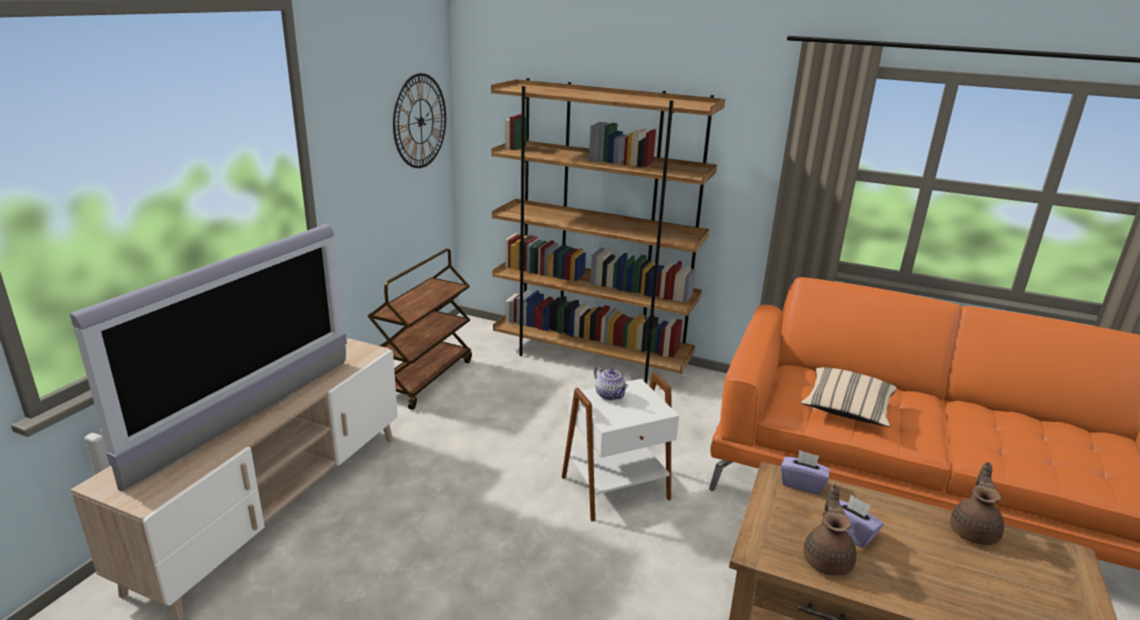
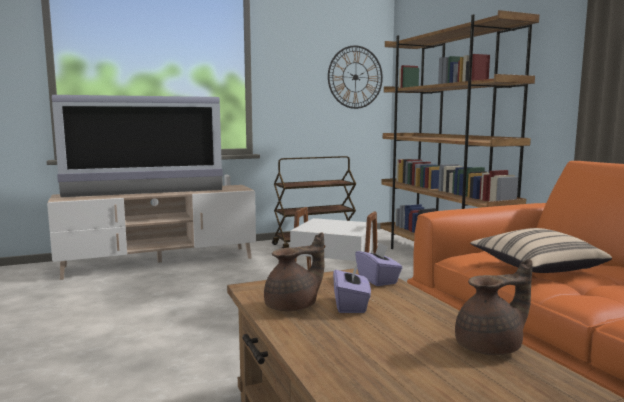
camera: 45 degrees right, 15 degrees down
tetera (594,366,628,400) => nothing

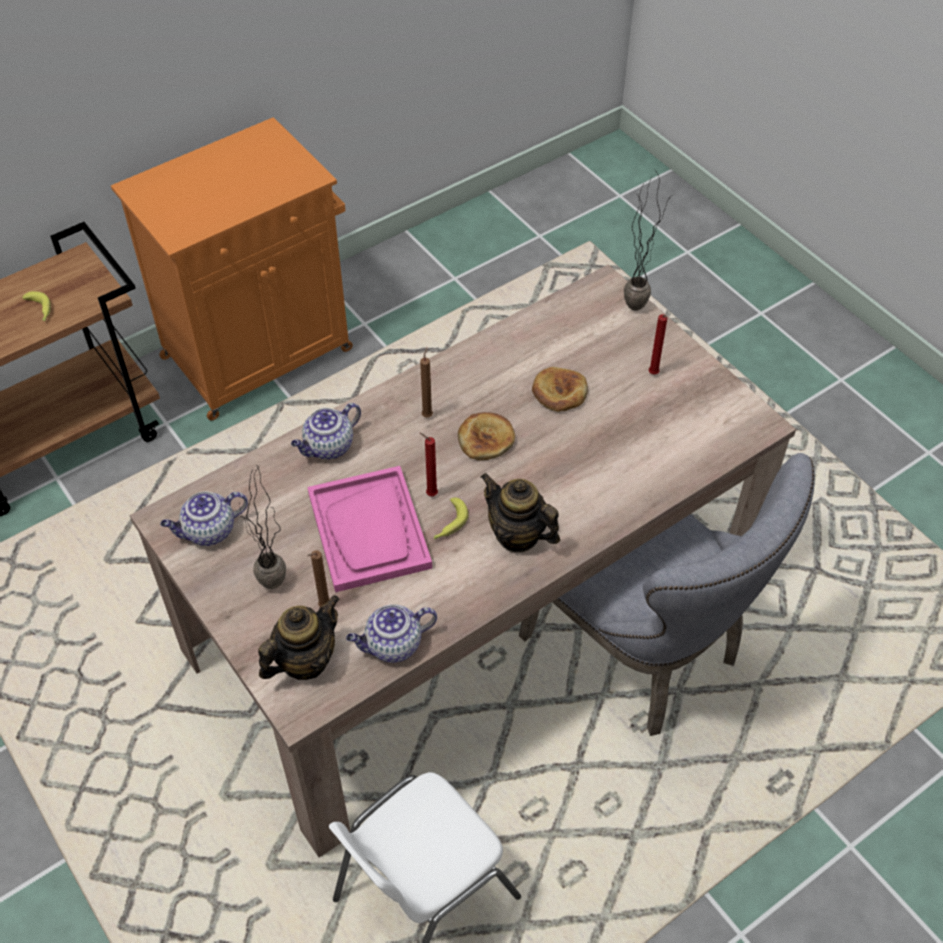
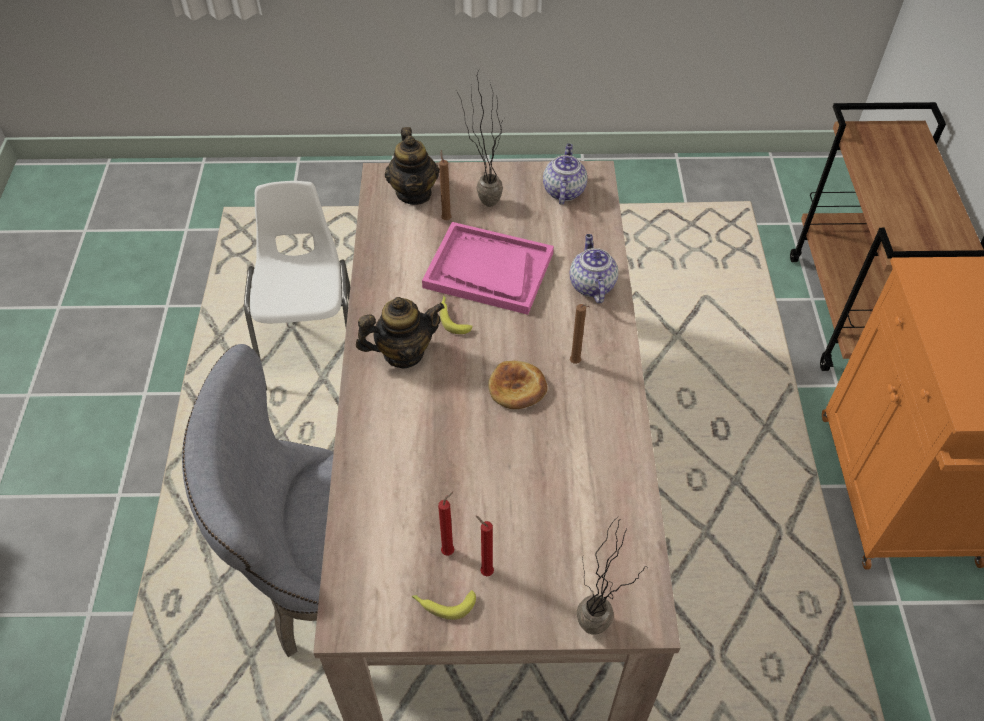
camera: 125 degrees right, 0 degrees up
plátano (22,291,51,321) => plátano (412,590,476,620), move
pan (532,367,588,412) => nothing
vela/rojo (419,432,438,496) => vela/rojo (438,492,454,556), move
tetera (346,604,437,663) => nothing

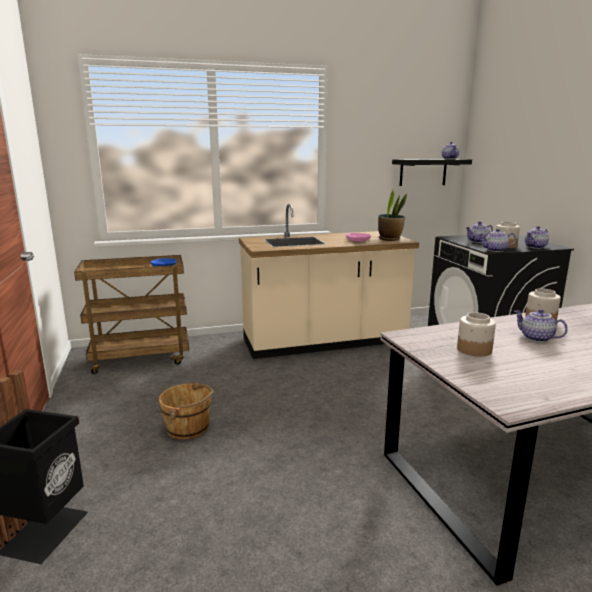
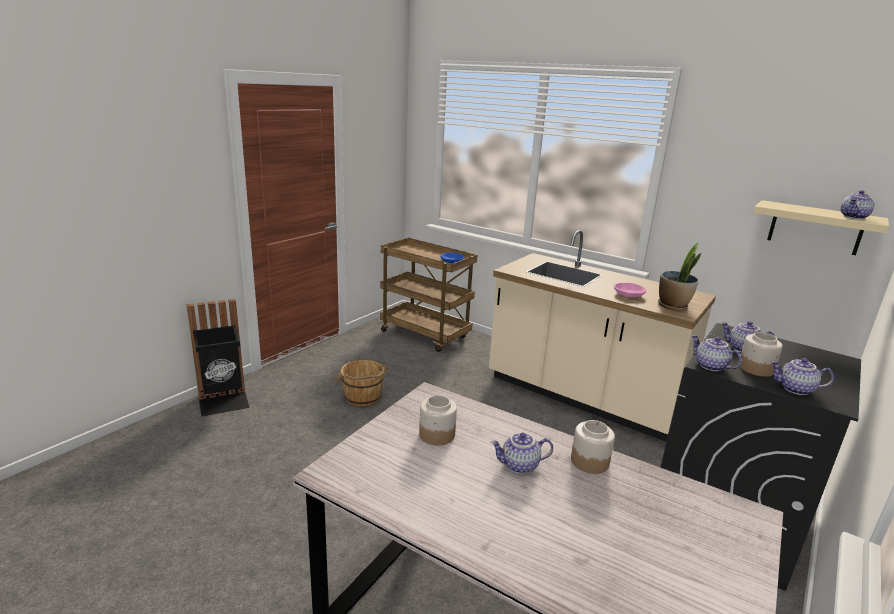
camera: 50 degrees right, 5 degrees up
estante/negro (392,159,472,186) => estante/beis (753,200,889,255)
tetera (514,309,568,342) => tetera (491,432,553,474), 105 degrees counterclockwise

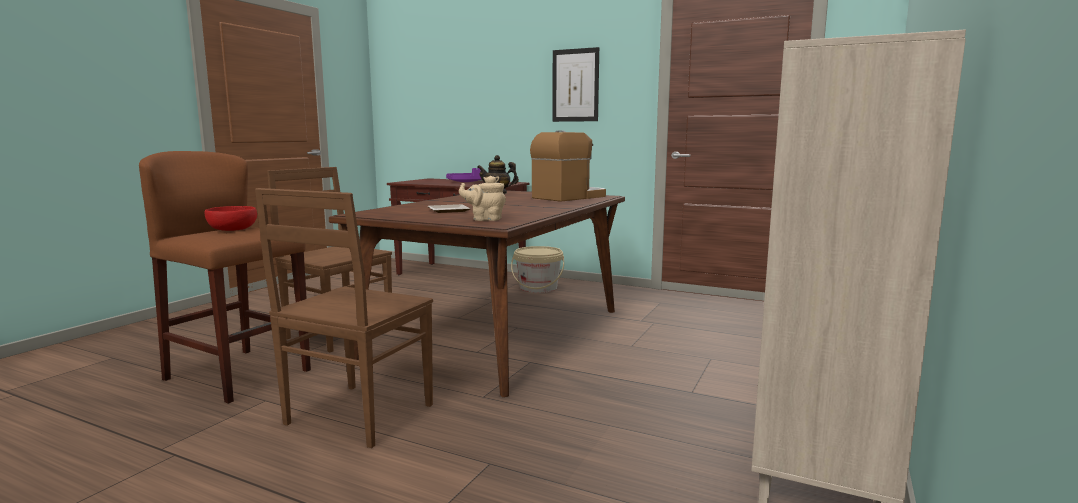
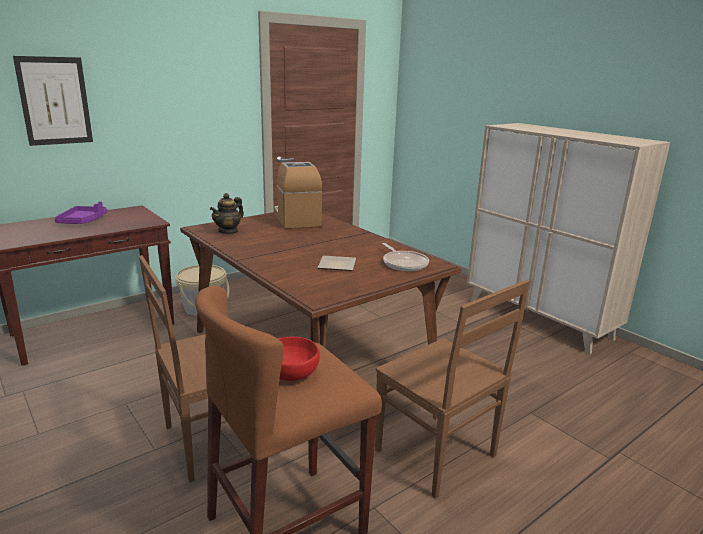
camera: 65 degrees left, 10 degrees up
cuadro (552,47,599,122) => cuadro (13,56,93,146), move
tetera/beis (459,176,506,221) => sartén (382,243,429,271)

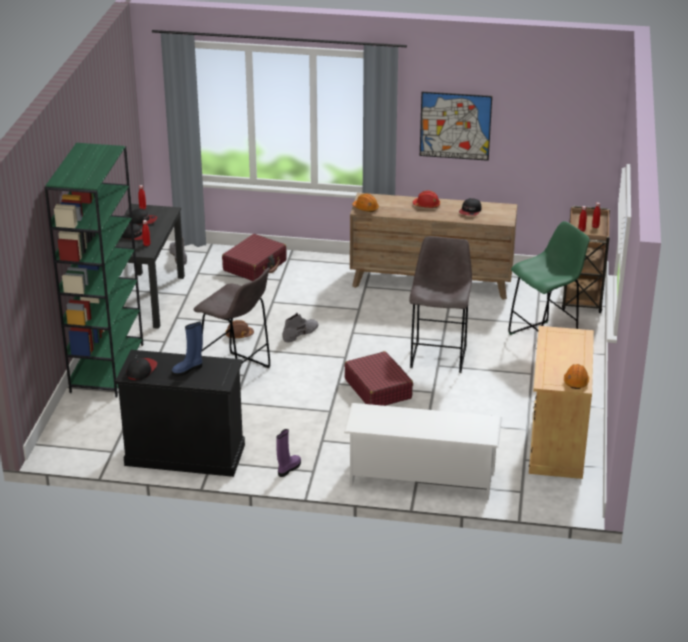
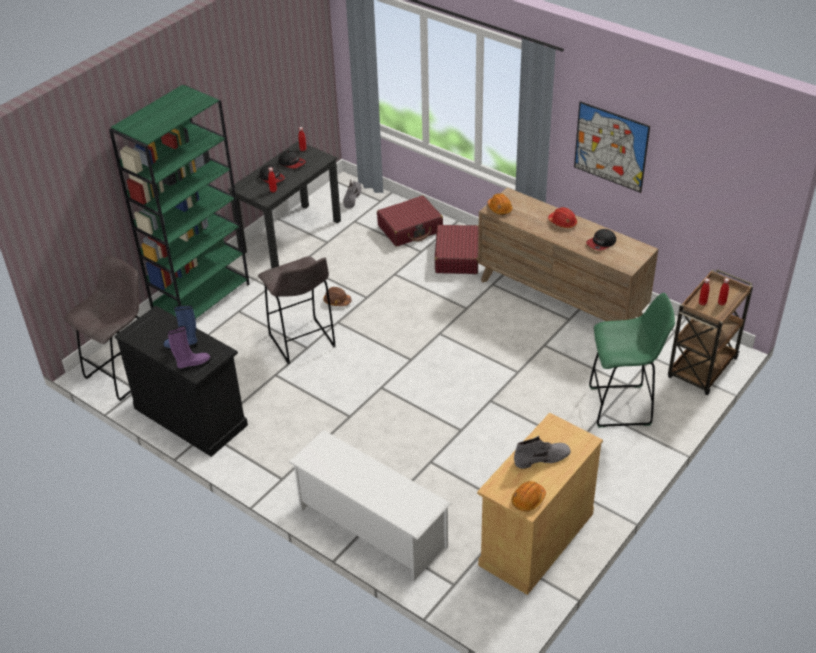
camera: 30 degrees right, 10 degrees up
taburete/gris (409,236,472,373) => taburete/gris (64,255,139,401), move
bota/gris (282,312,319,342) => bota/gris (514,436,571,469), move
maleta/rojo (344,351,413,406) => maleta/rojo (435,225,479,274), move
gorra (127,358,157,380) => nothing
bota/morado (276,429,301,477) => bota/morado (168,326,211,372), move

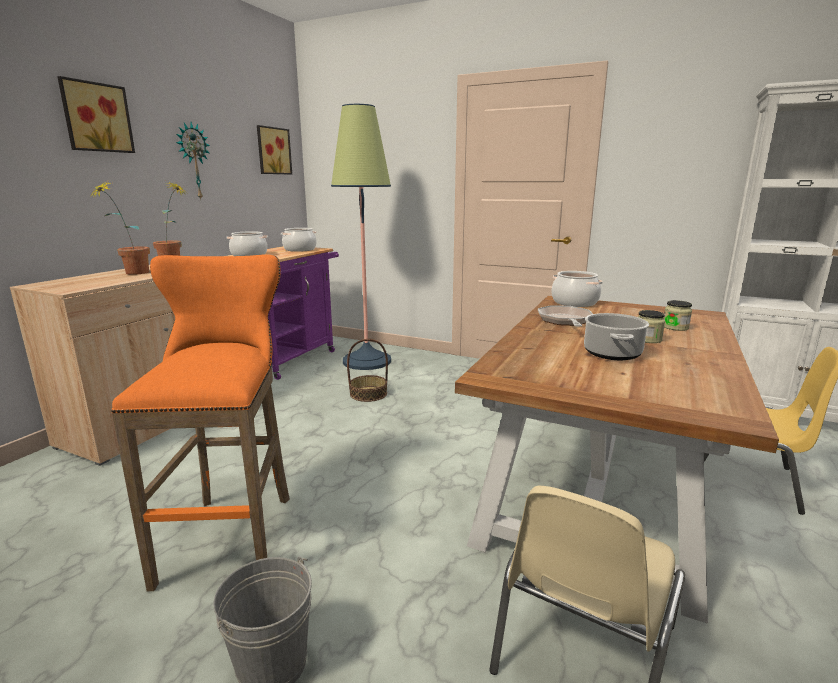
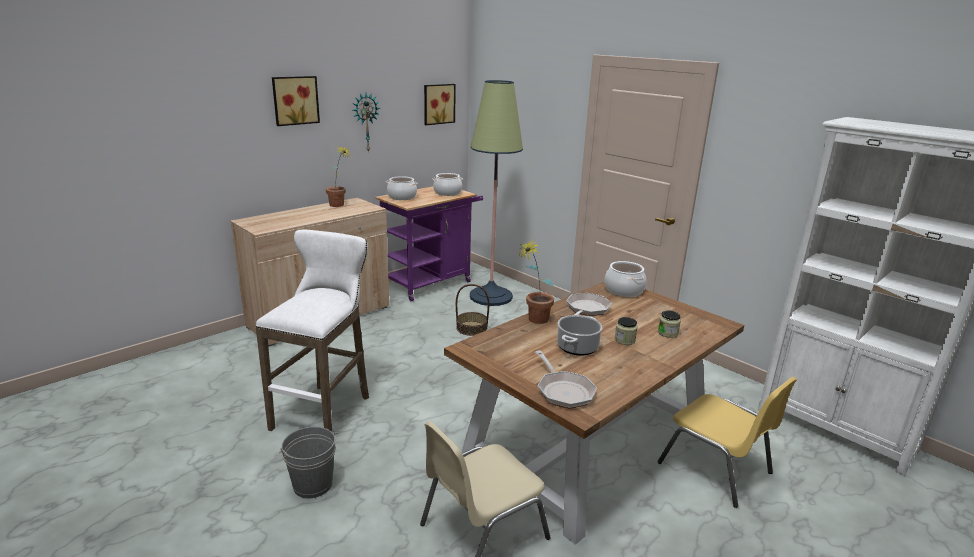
camera: 20 degrees right, 5 degrees up
planta en maceta (89,181,150,275) => planta en maceta (518,240,554,324), move
taburete/naranja (111,254,290,591) => taburete/blanco (256,230,369,432)
nothing => sartén (535,351,597,409)

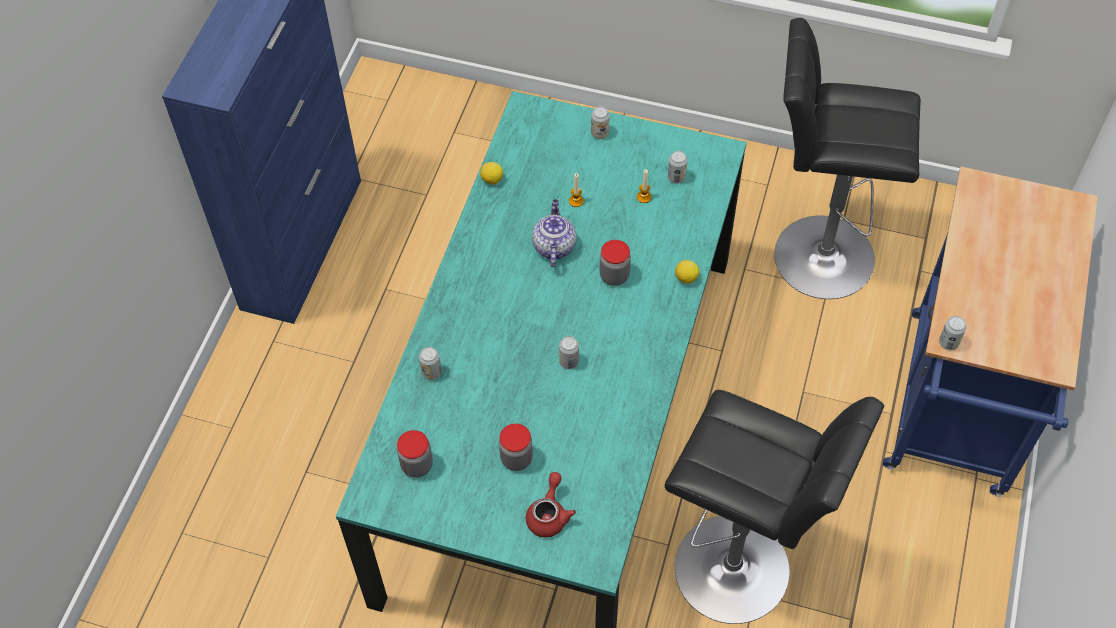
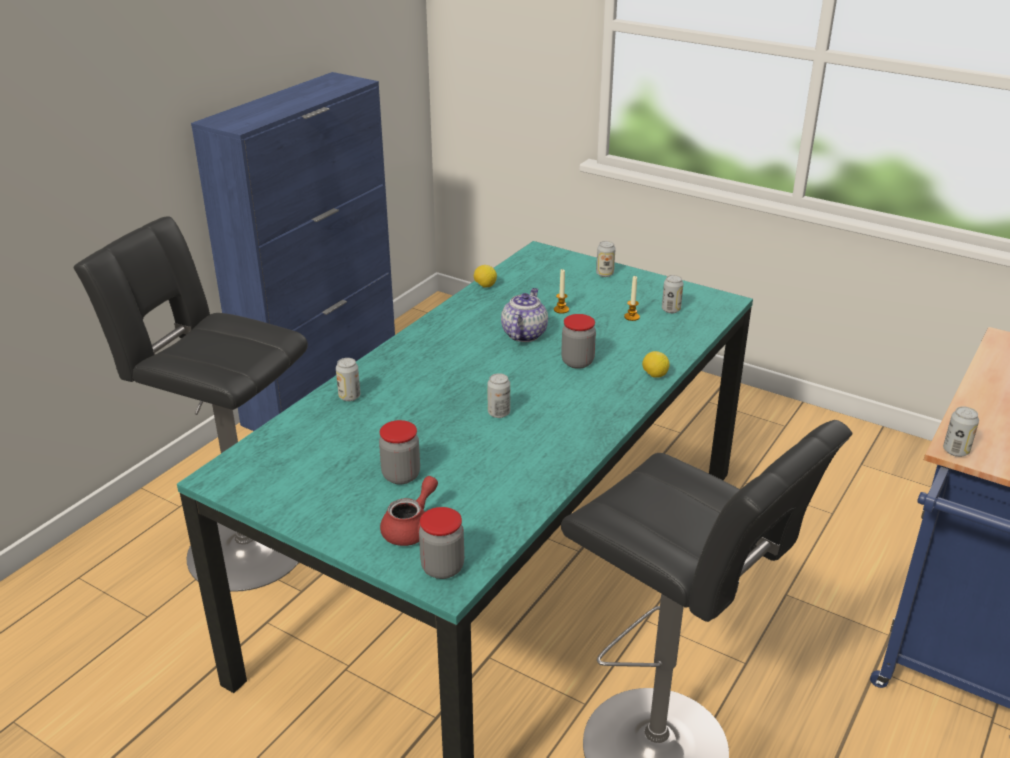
camera: 15 degrees right, 25 degrees down
taburete/negro (774,18,921,299) => taburete/negro (73,216,308,592), move
tarro (397,430,433,478) => tarro (419,507,464,579), move

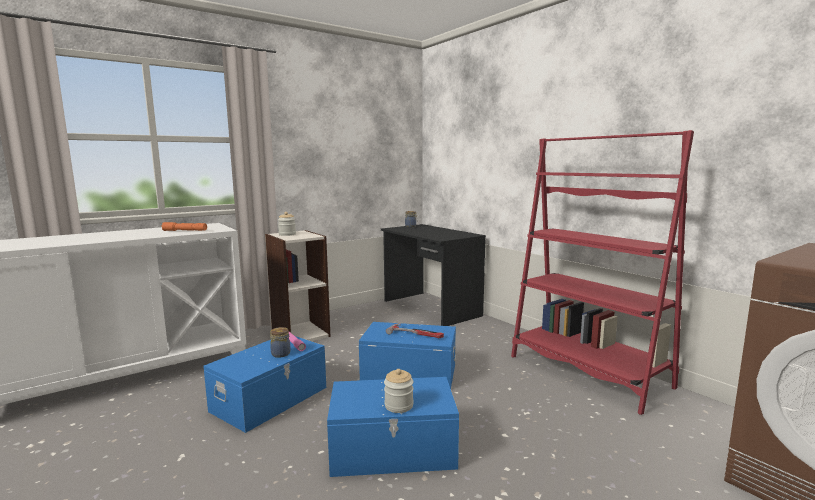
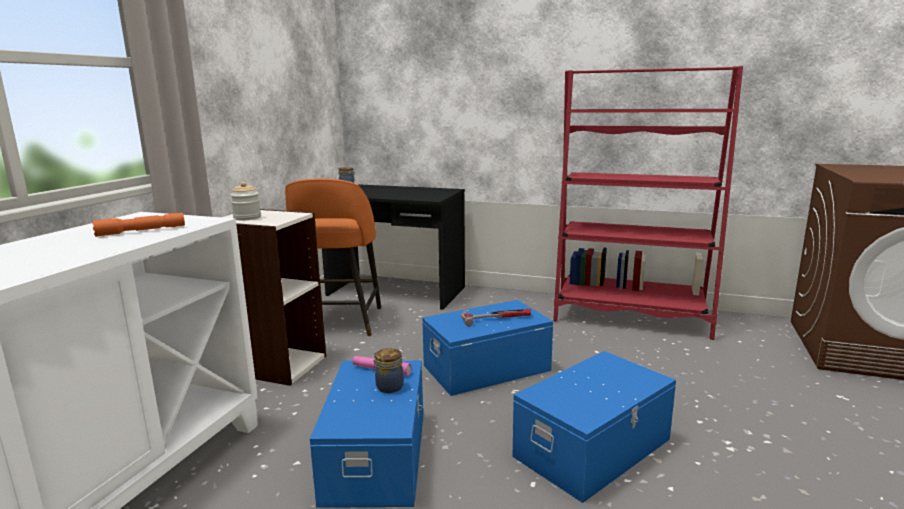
camera: 35 degrees left, 5 degrees up
tarro (384,369,414,413) => nothing
nothing => taburete/naranja (285,178,381,336)

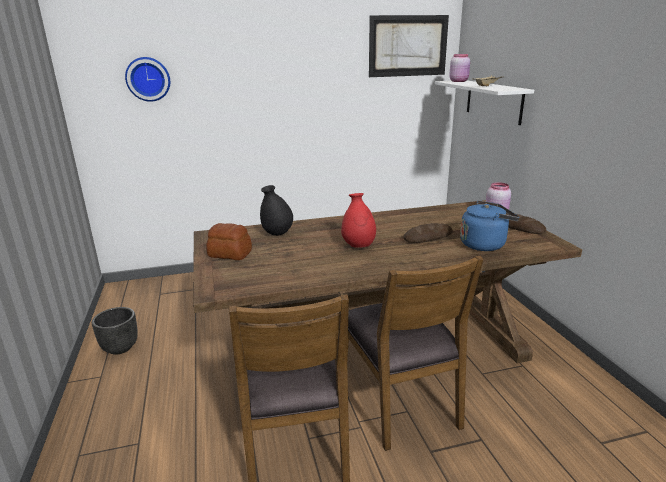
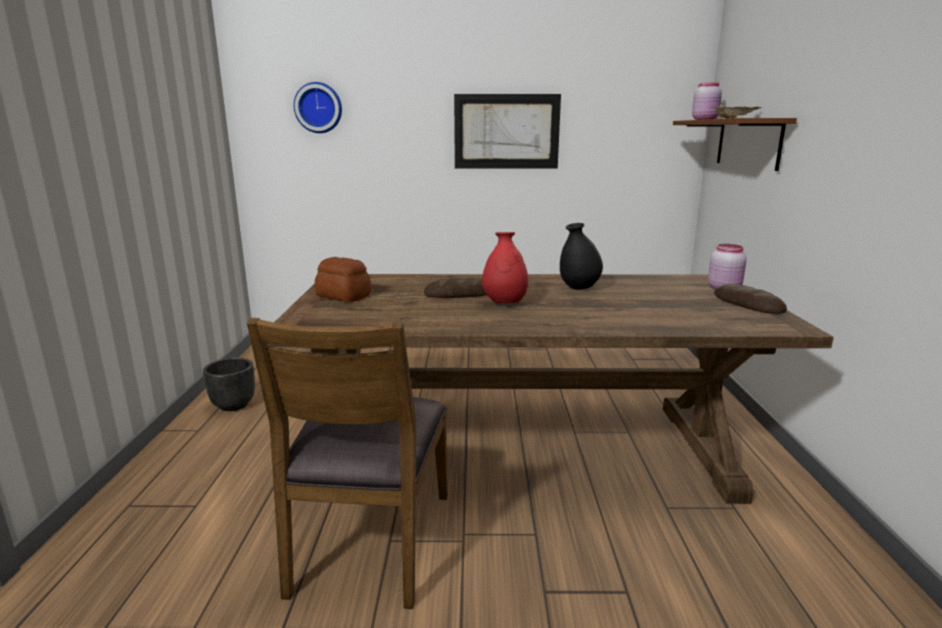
camera: 15 degrees right, 5 degrees down
cuadro (369,15,449,77) => cuadro (454,94,561,169), move
estante/blanco (435,80,534,125) => estante/marrón (673,118,797,171)
florero/negro (260,185,293,236) => florero/negro (560,223,603,290), move
hervidor/azul (460,201,519,251) => nothing
pan (404,223,453,243) => pan (424,278,487,298), move
silla/marrón (347,256,483,451) => nothing

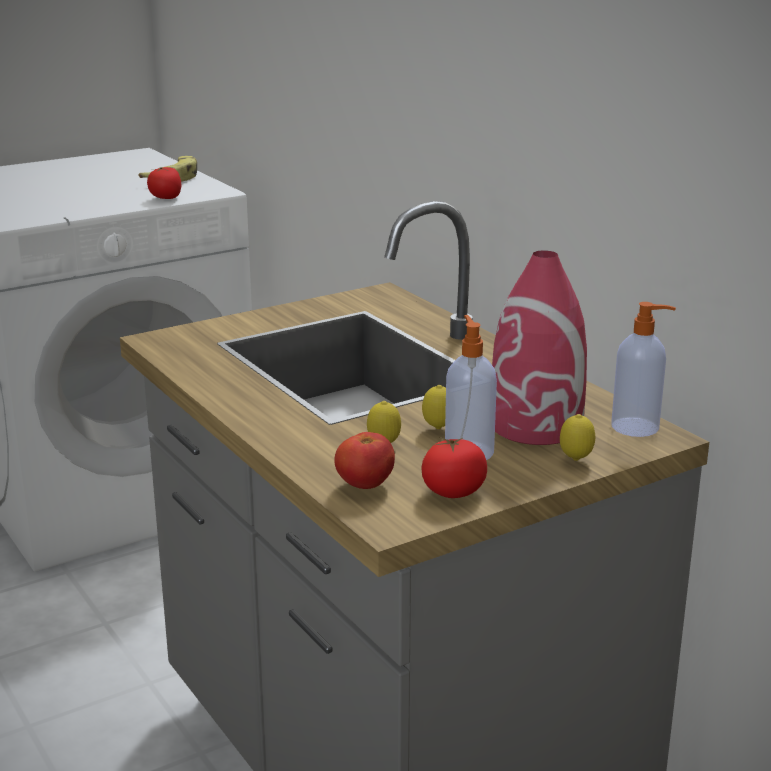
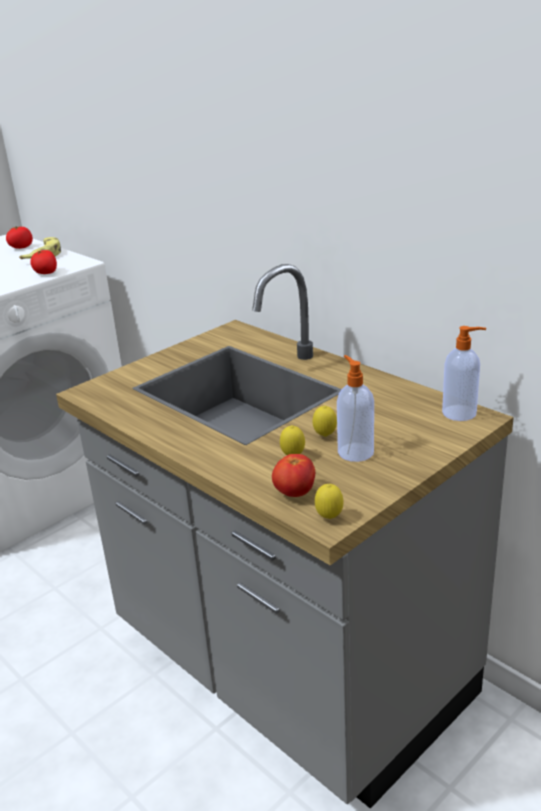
camera: 10 degrees left, 5 degrees up
florero/rojo (492,250,587,445) => nothing
limón (560,414,595,461) => limón (315,484,343,519), move
tomate (421,437,487,498) => tomate (6,227,33,249), move

